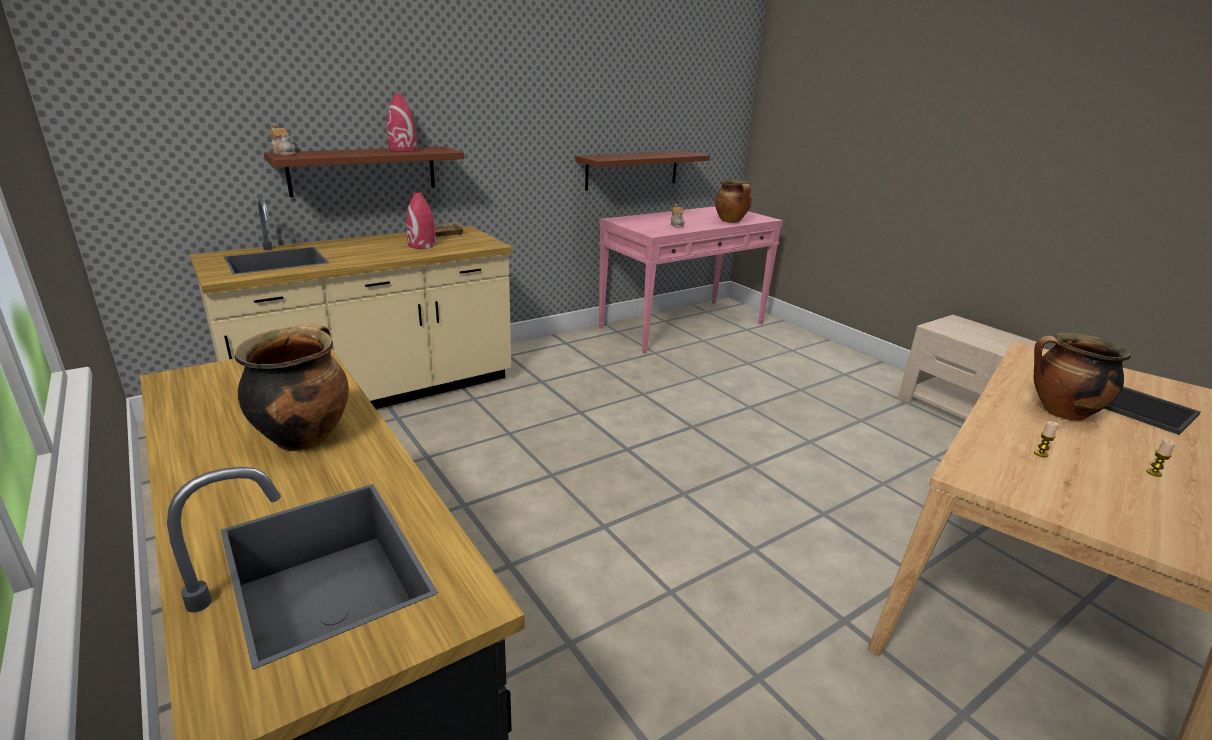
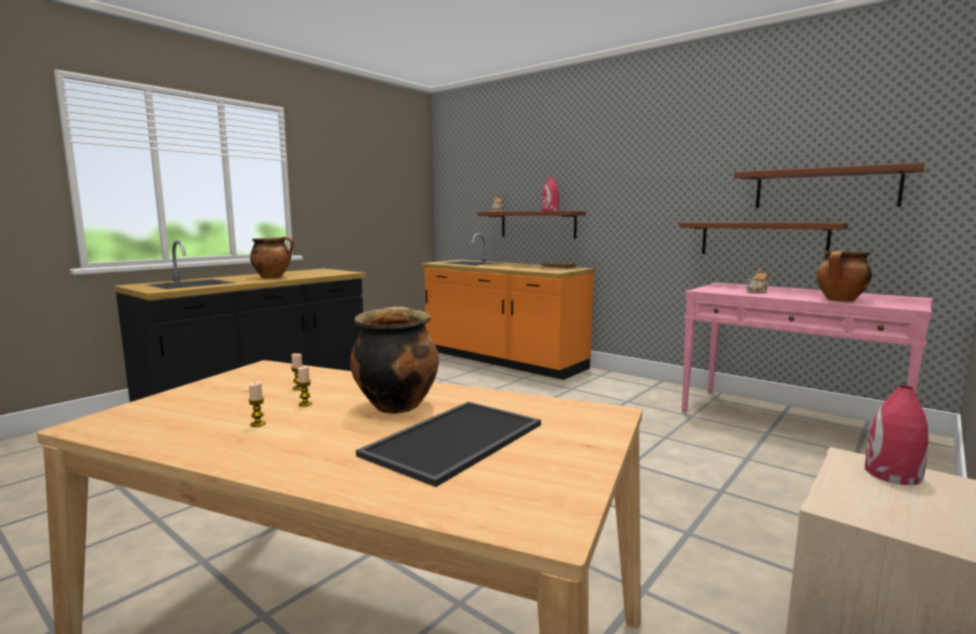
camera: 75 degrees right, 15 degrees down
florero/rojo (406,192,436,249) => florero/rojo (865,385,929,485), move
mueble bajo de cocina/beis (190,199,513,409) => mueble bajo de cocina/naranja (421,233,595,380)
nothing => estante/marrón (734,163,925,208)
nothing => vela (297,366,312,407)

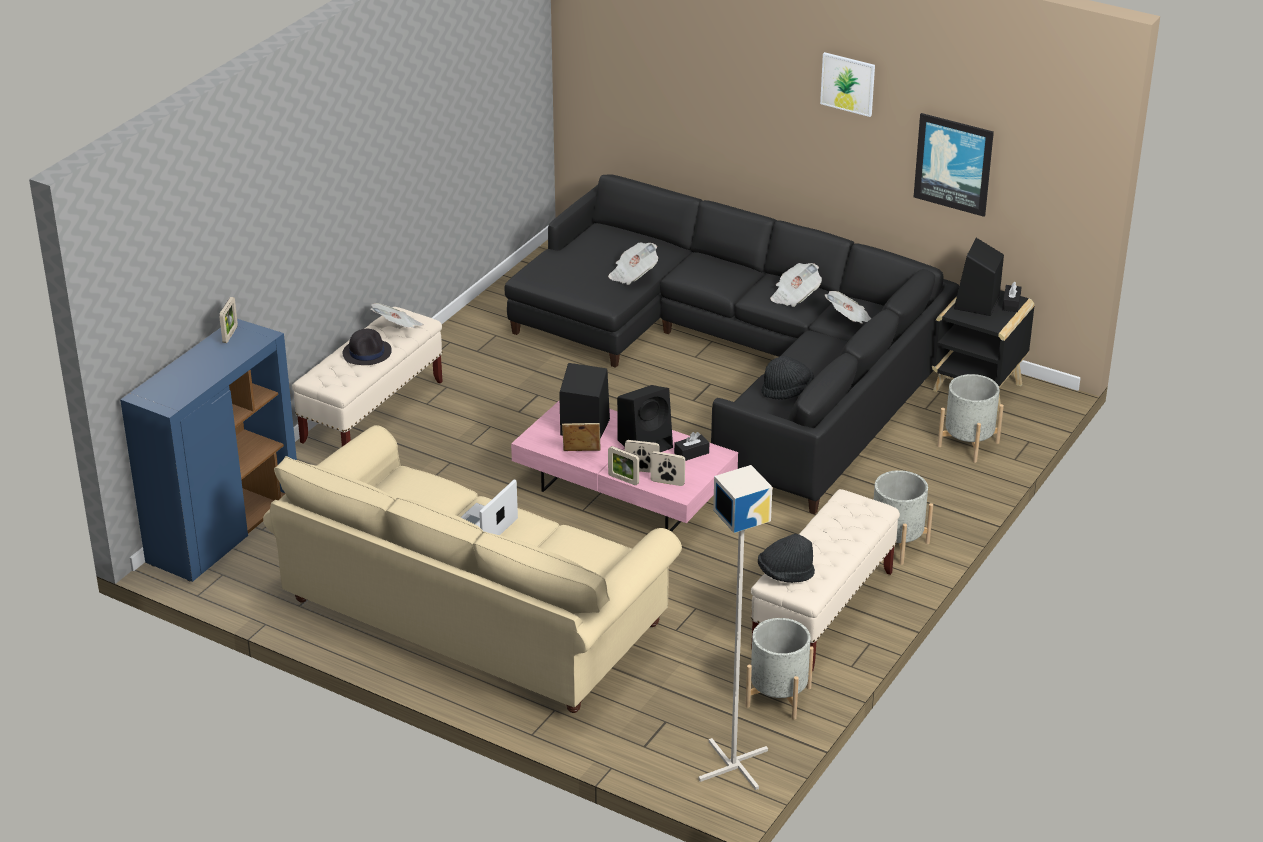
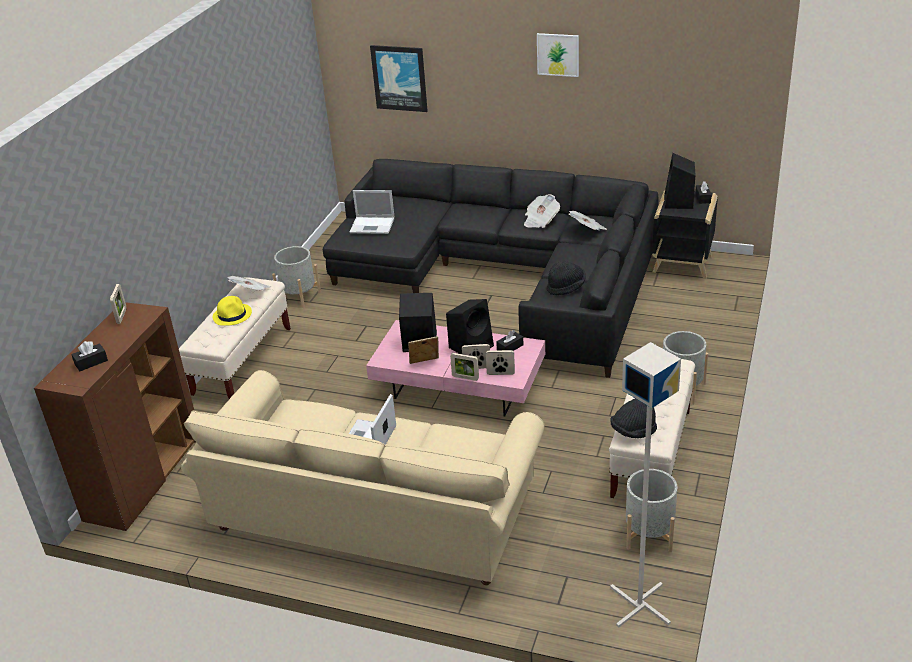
camera: 10 degrees left, 0 degrees up
cuadro (914,113,994,217) => cuadro (370,45,428,112), move
periódico (608,242,658,285) => nothing
armario/azul (120,319,297,582) => armario/marrón (34,302,196,531)
sombrero/negro (342,329,392,365) => sombrero/amarillo (213,296,252,326)
maceta/gris (938,374,1004,463) => maceta/gris (272,246,321,308), move
nothing => portátil (350,190,394,234)
nothing => caja de pañuelos/negro (71,341,108,371)

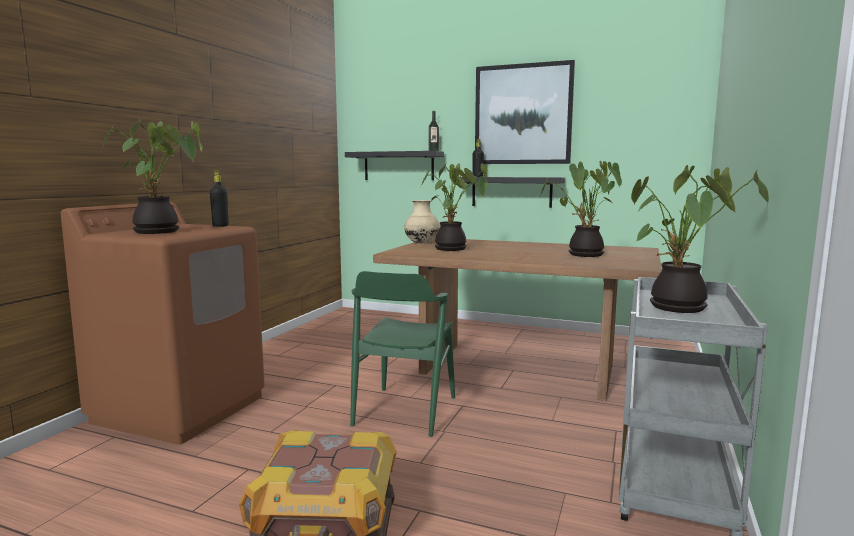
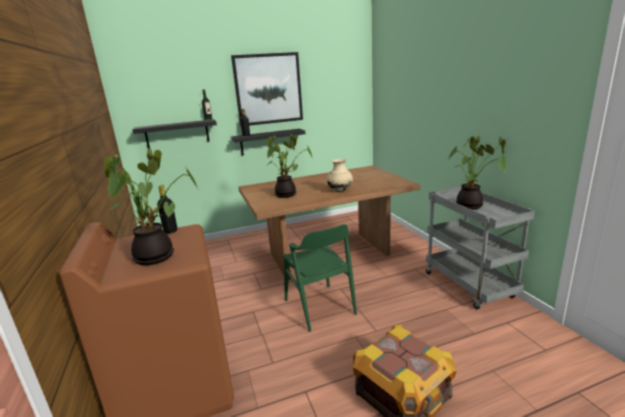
camera: 40 degrees left, 10 degrees up
planta en maceta (540,161,622,257) => nothing
florero/beis (404,200,440,244) => florero/beis (327,159,353,191), move

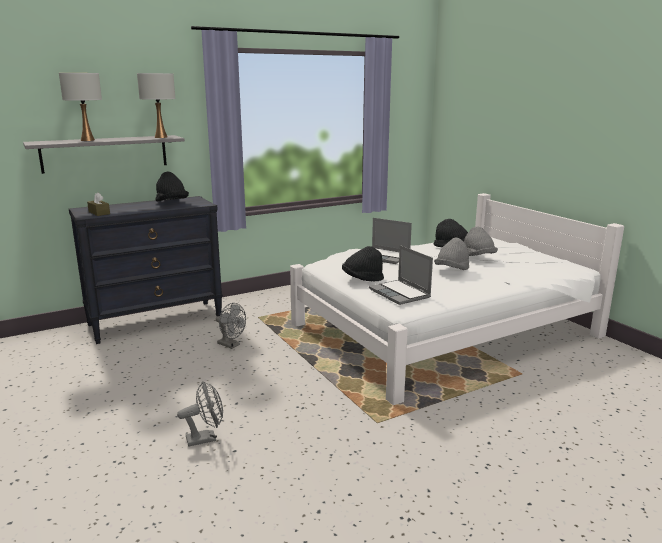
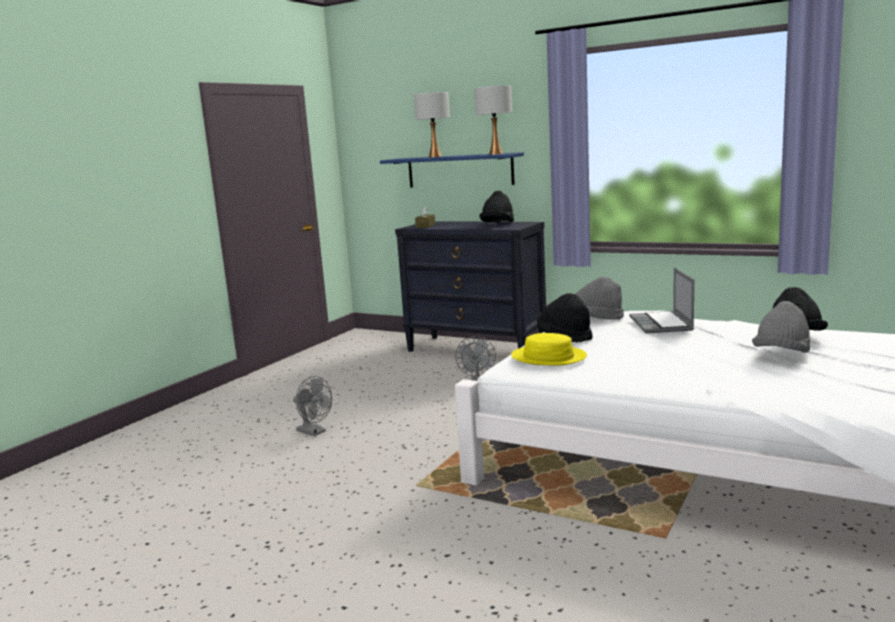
camera: 60 degrees right, 5 degrees down
estante/gris (23,135,185,174) => estante/azul (380,152,524,188)
sombrero/gris (434,238,469,270) => sombrero/gris (575,277,624,320), move
portátil (369,245,433,305) => sombrero/amarillo (511,333,587,366)

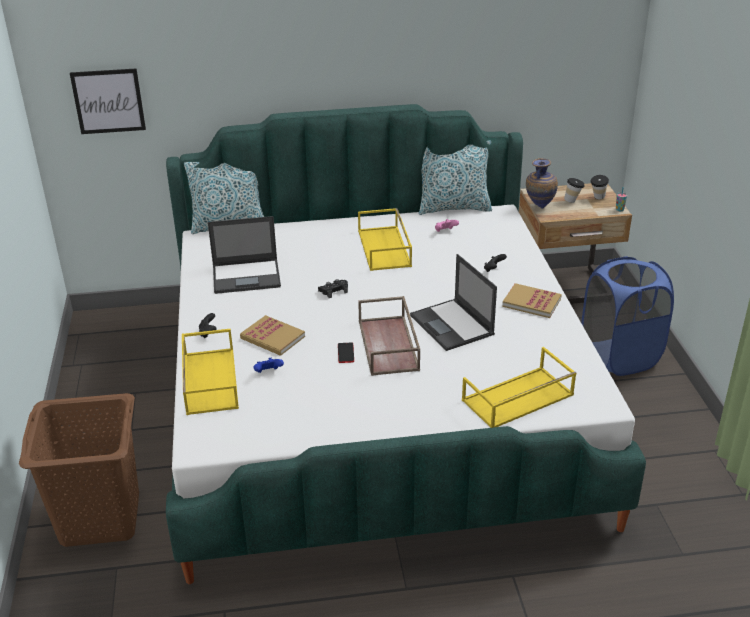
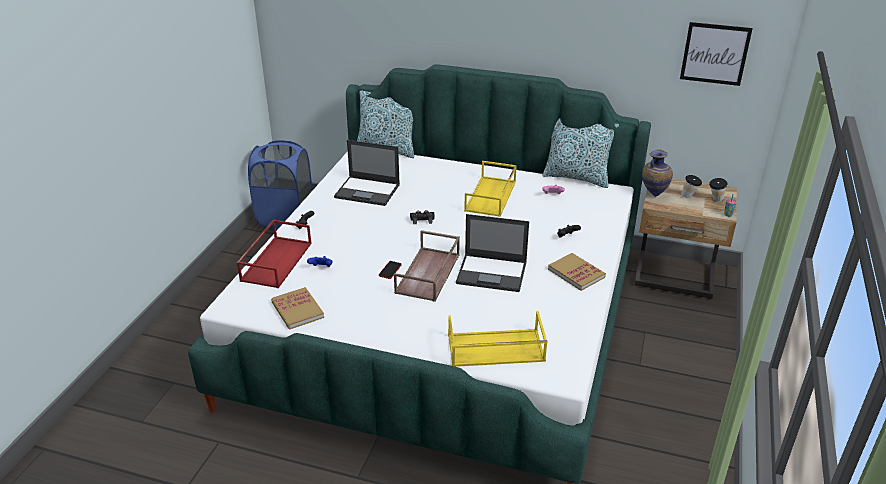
camera: 25 degrees right, 0 degrees up
cuadro (70,68,146,134) => cuadro (680,22,753,86), move
portátil (410,254,497,351) => portátil (456,214,529,292), 75 degrees counterclockwise
cesto de la ropa/azul (581,256,674,376) => cesto de la ropa/azul (248,140,313,230), move
libro (240,315,305,356) => libro (271,287,324,330), move
bandeja/amarillo (182,329,239,415) => bandeja/rojo (237,220,312,288)
cesto de la ropa/marrón (19,393,139,547) => nothing

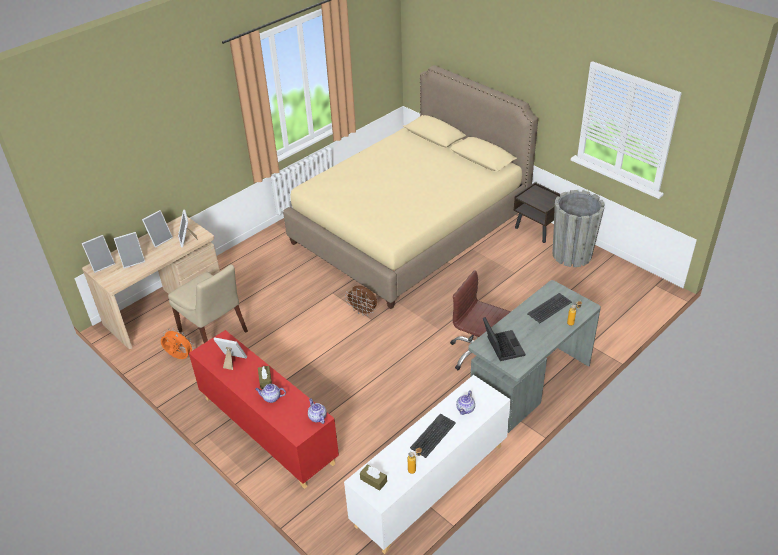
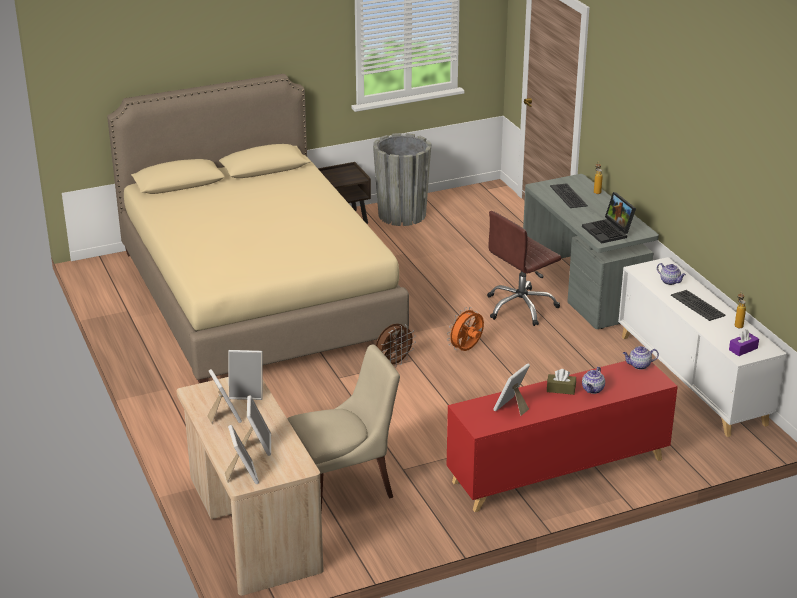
camera: 70 degrees left, 10 degrees down
portátil (483,317,525,361) => portátil (582,192,636,244), 120 degrees counterclockwise
ventilador/naranja (161,328,195,359) => ventilador/naranja (447,307,484,351), move
caja de pañuelos/marrón (360,464,387,491) => caja de pañuelos/morado (729,329,759,356)

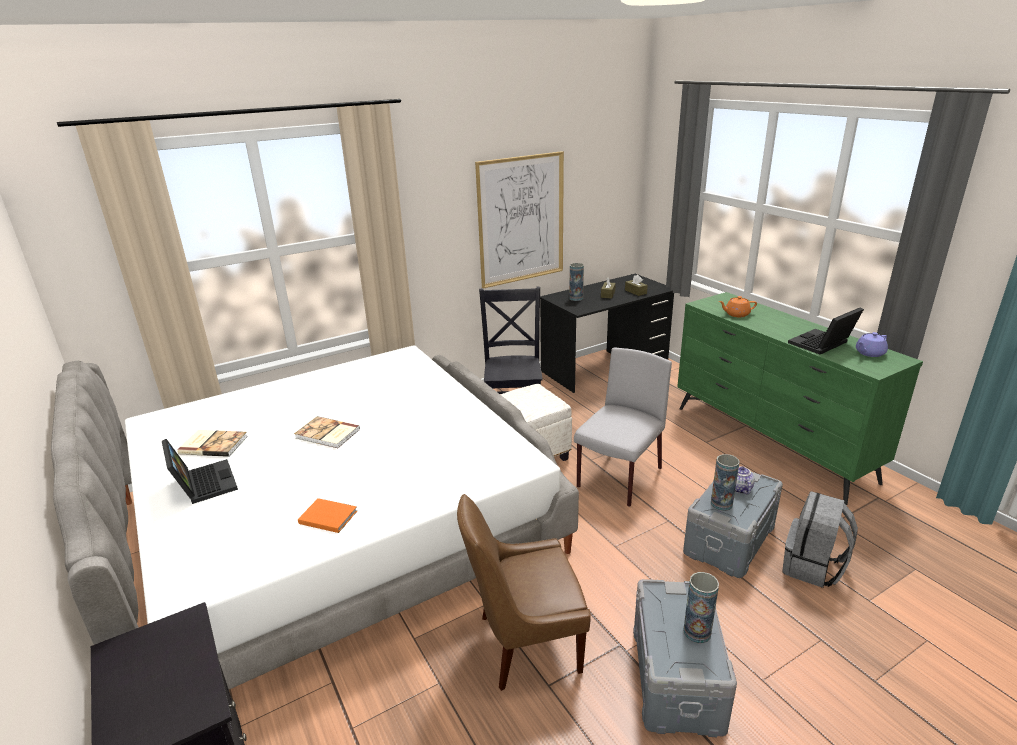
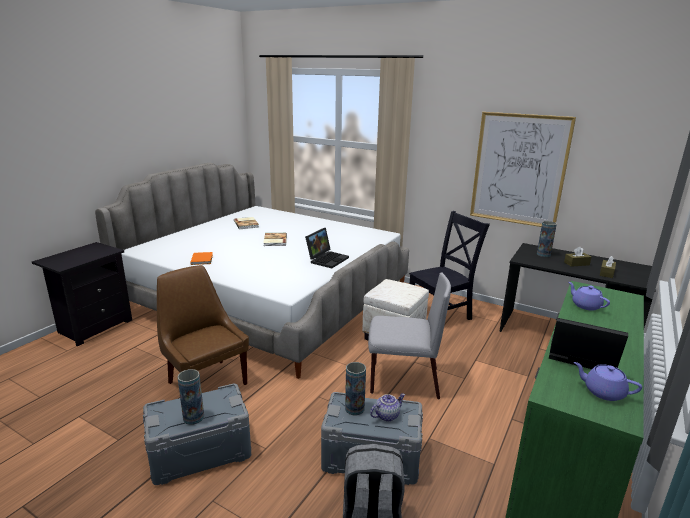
camera: 60 degrees right, 5 degrees down
tetera/naranja (719,296,757,317) => tetera/morado (569,282,610,311)
portátil (162,439,238,504) => portátil (305,228,349,268), move

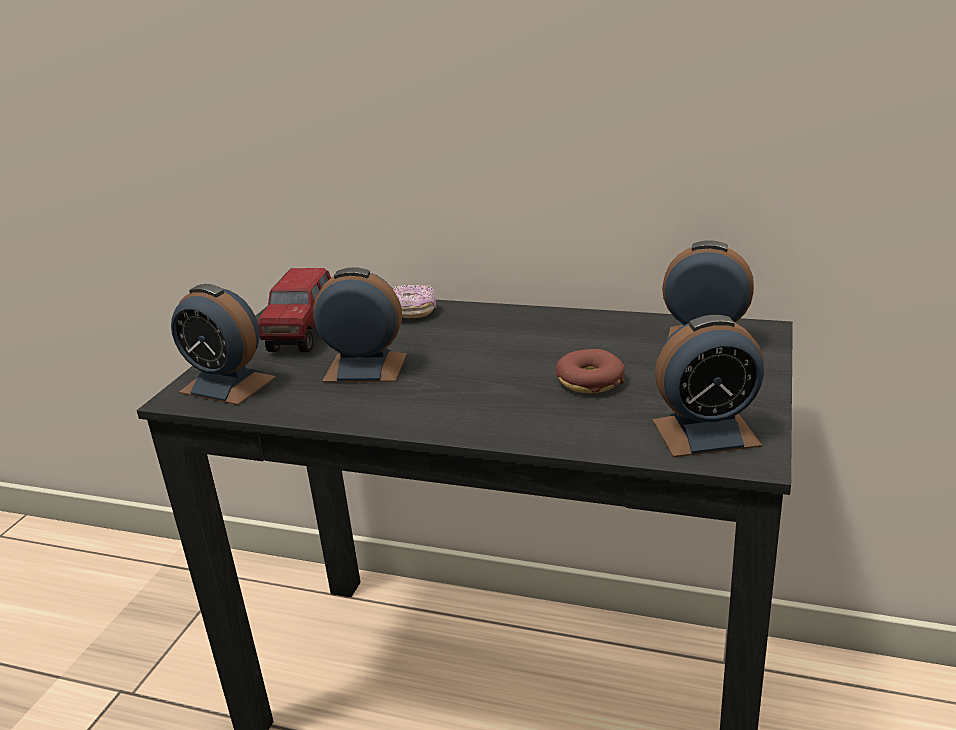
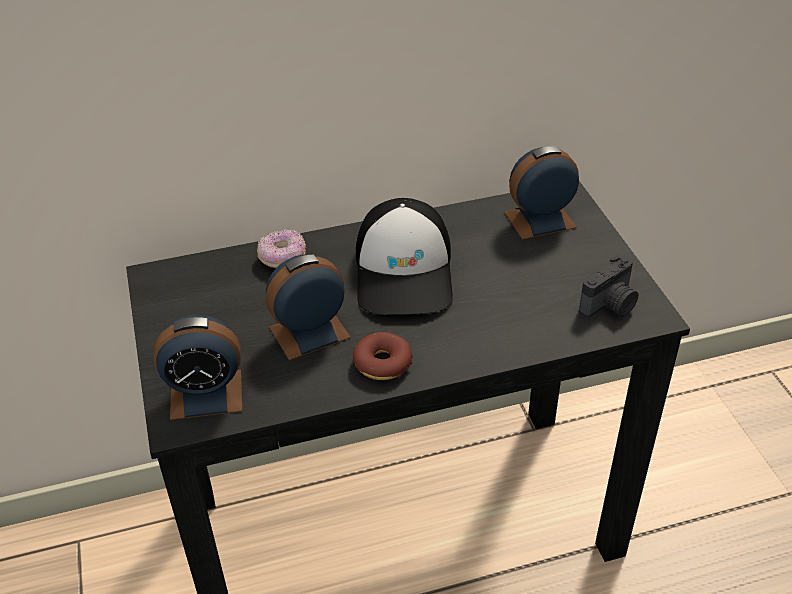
camera: 35 degrees left, 15 degrees up
camión de juguete (257,268,331,352) => nothing
despertador (653,315,764,457) => cámara (579,255,638,317)
rosquilla (556,349,625,393) => rosquilla (353,332,413,380), move
nothing => gorra (356,198,453,315)

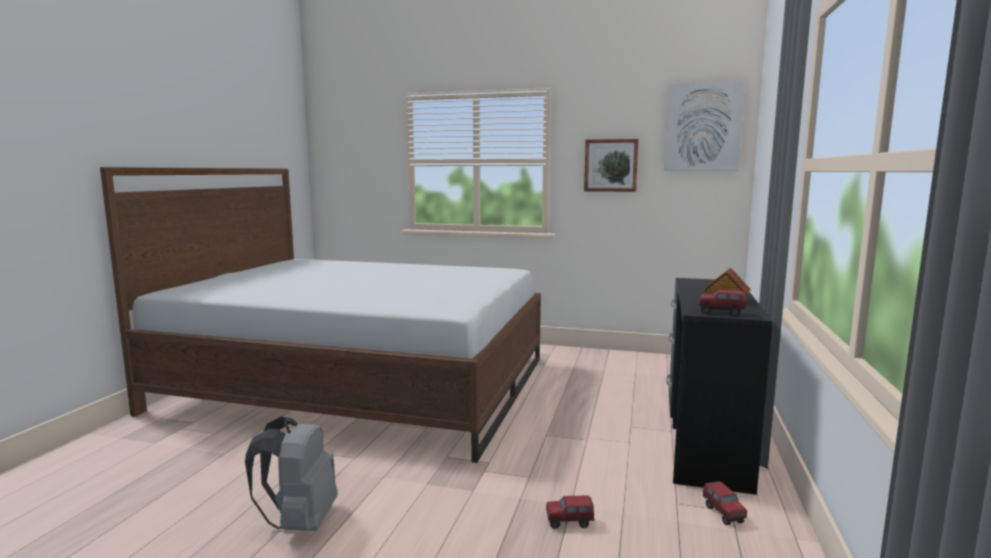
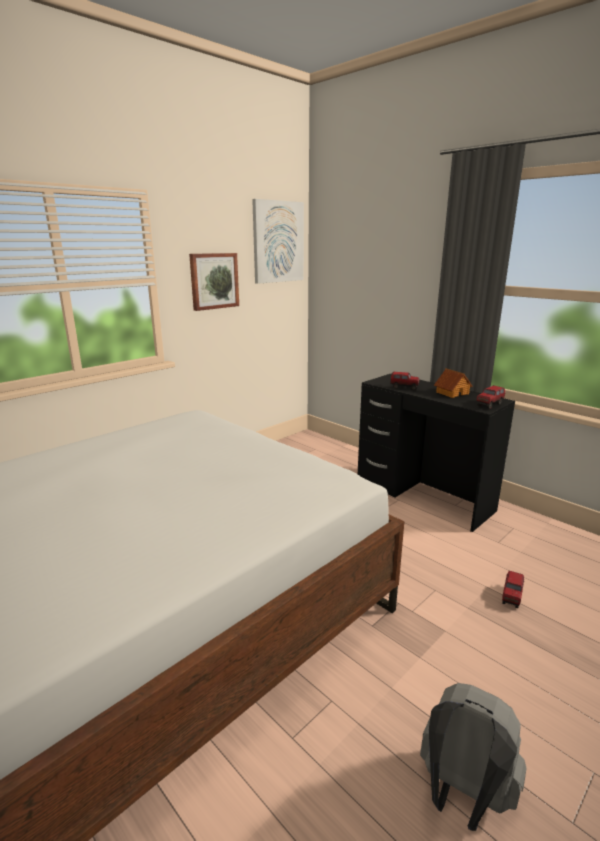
camera: 60 degrees left, 10 degrees up
camión de juguete (703,481,747,525) => camión de juguete (390,372,419,390), move

